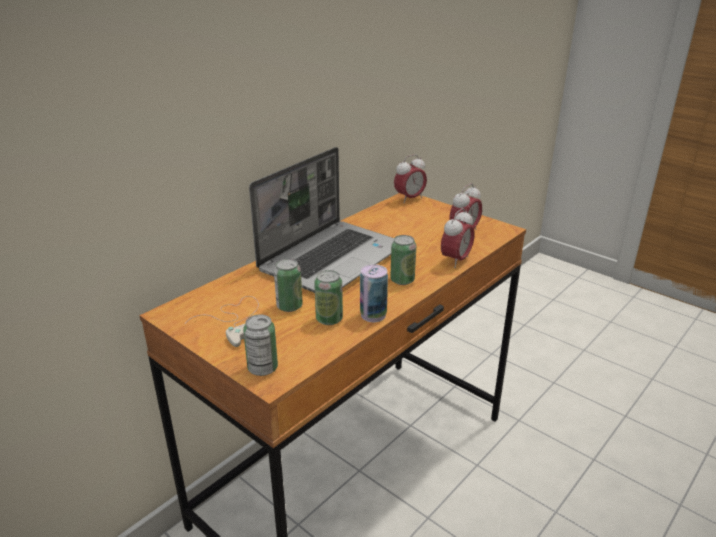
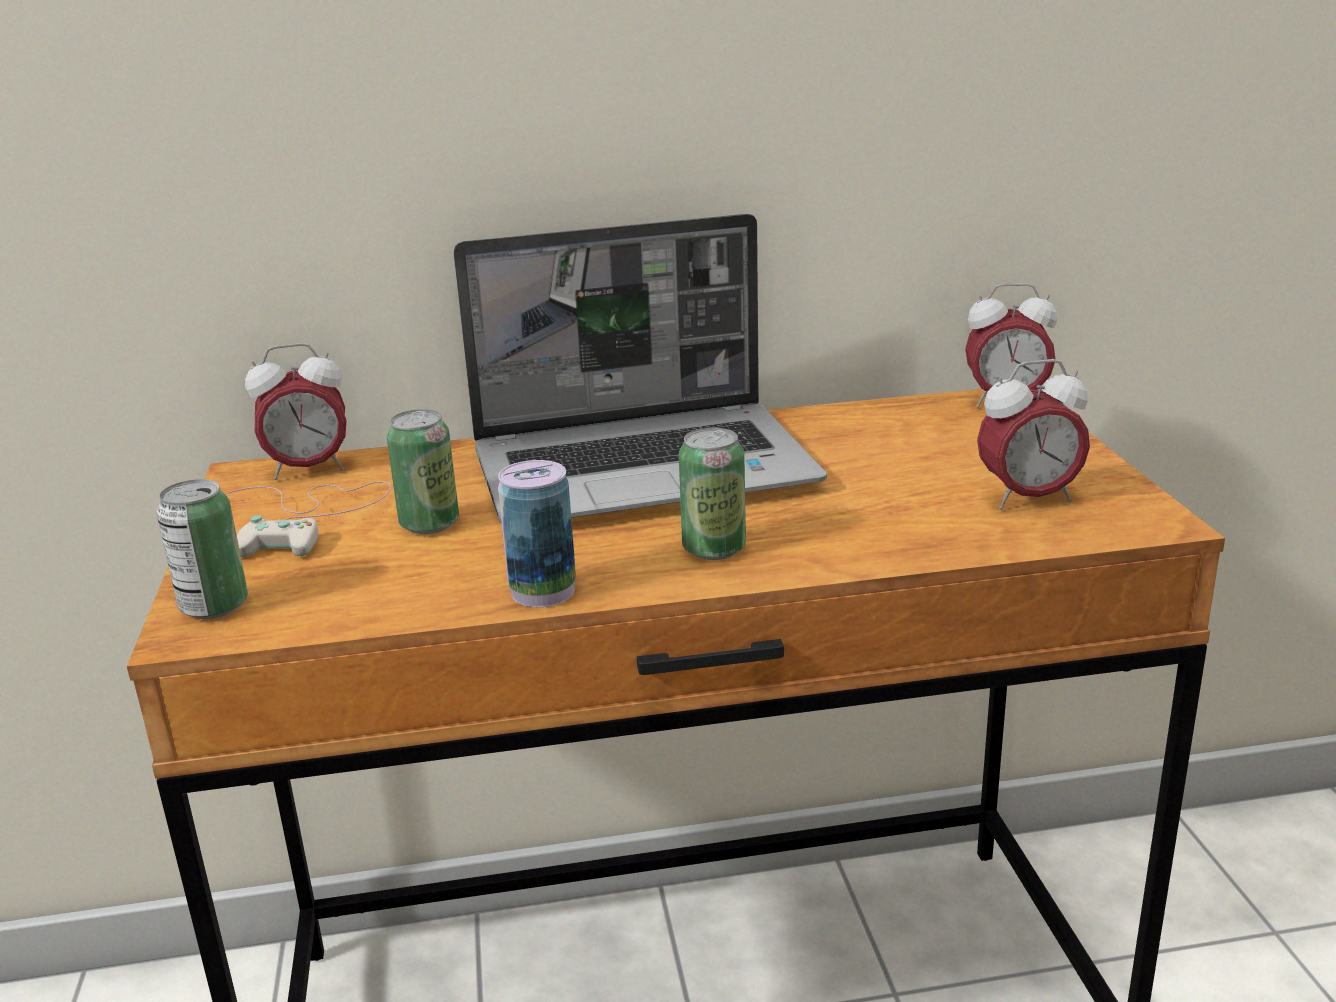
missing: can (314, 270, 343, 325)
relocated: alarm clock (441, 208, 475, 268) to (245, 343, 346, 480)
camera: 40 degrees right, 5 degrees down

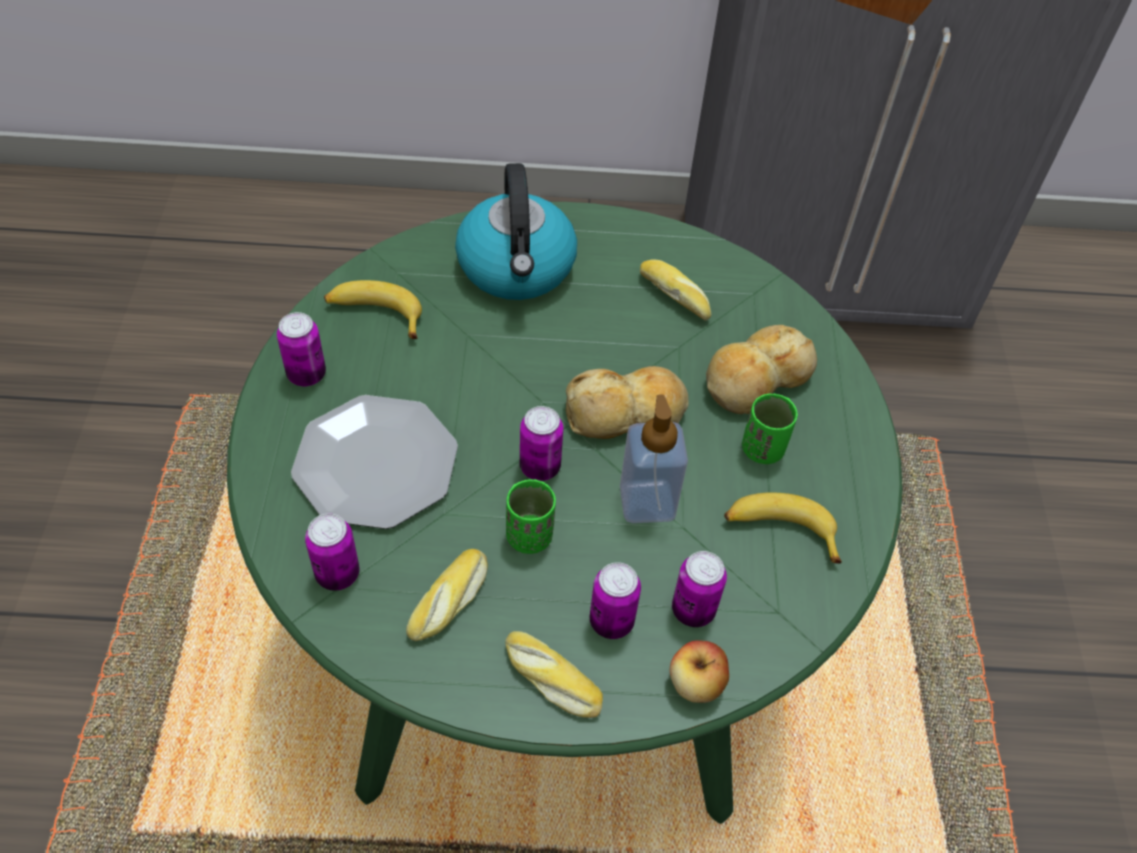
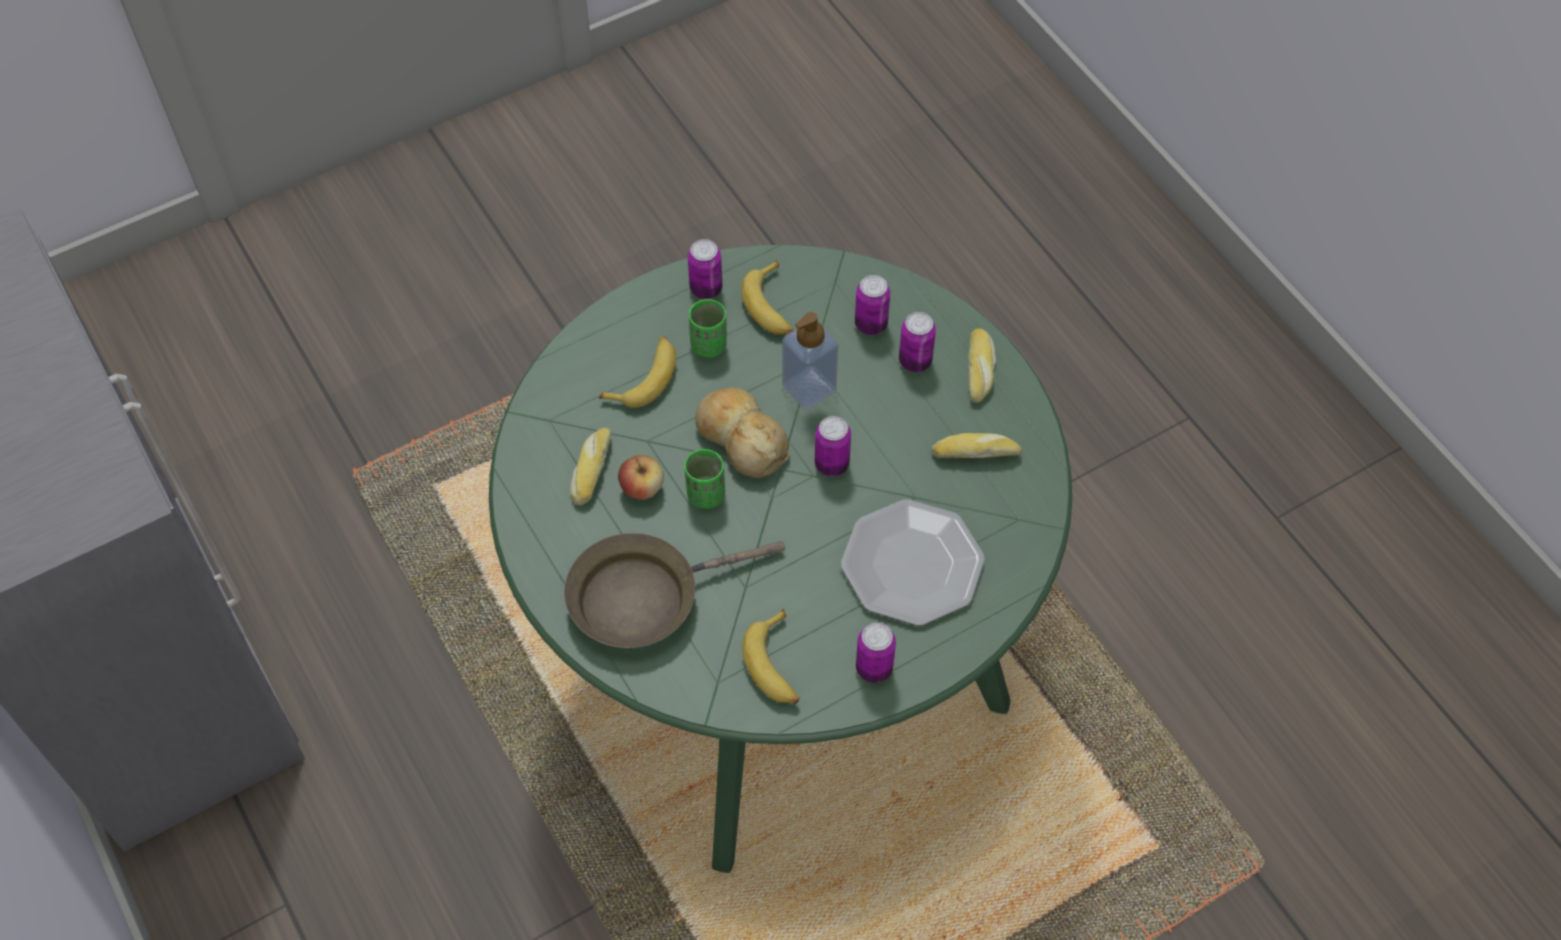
relocated: can (305, 513, 360, 591) to (688, 239, 722, 299); cup in green (506, 479, 556, 554) to (684, 449, 725, 509); apple (670, 640, 729, 703) to (618, 455, 664, 500)
exchanged: kettle (455, 163, 577, 300) to frying pan in brown (564, 533, 785, 648); bread (706, 325, 817, 414) to banana (599, 337, 676, 408)
camera: 120 degrees left, 5 degrees up

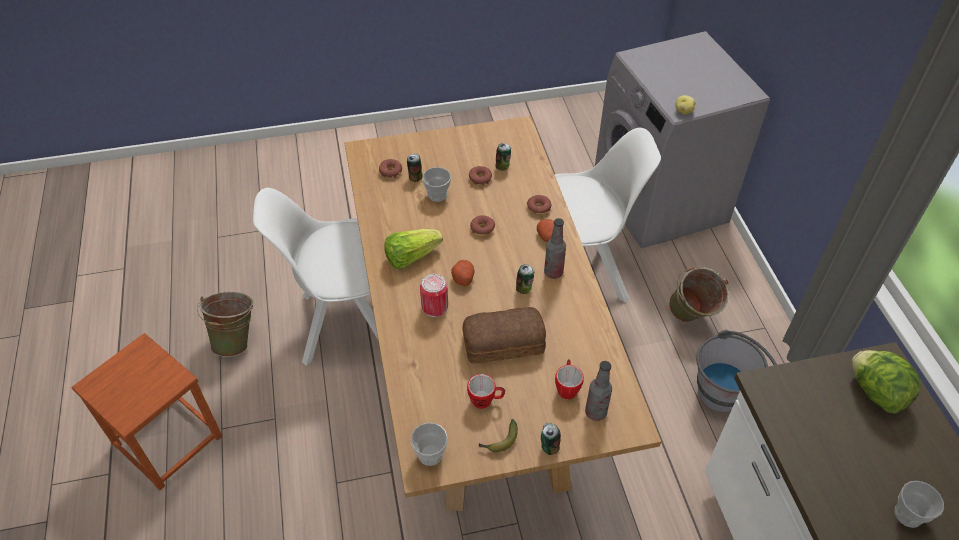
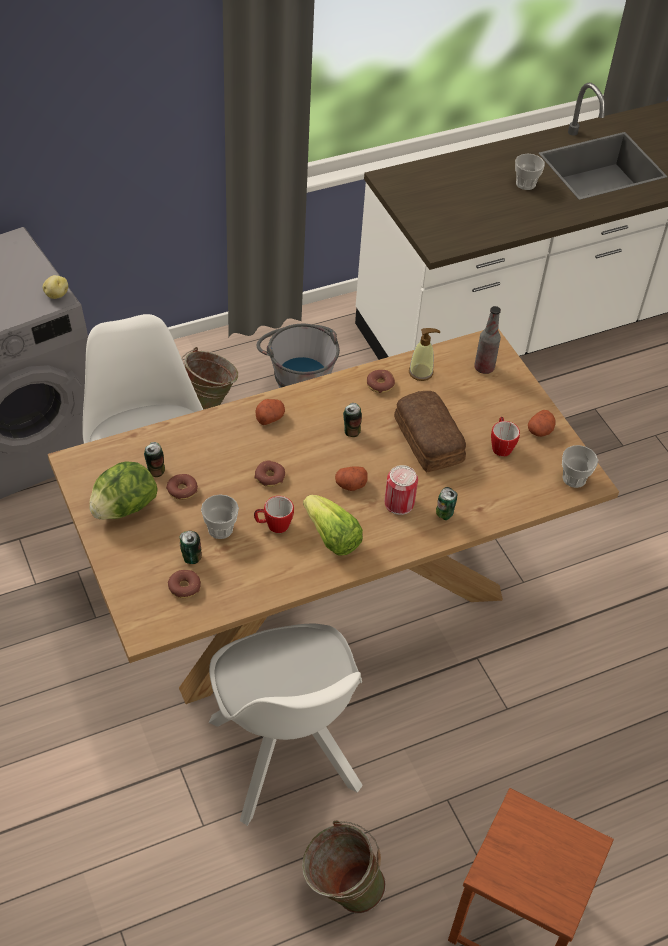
missing: bottle (544, 218, 566, 279)
appeared: soap dispenser (409, 328, 440, 381)
relocated: donut (527, 195, 552, 215) to (367, 370, 395, 393); can (541, 423, 561, 455) to (436, 487, 458, 520); mug (555, 360, 584, 399) to (254, 496, 294, 533); lettuce (852, 350, 921, 413) to (89, 461, 158, 520)
exchanged: banana (479, 419, 518, 452) to potato (528, 410, 555, 437)
camera: 105 degrees left, 0 degrees up

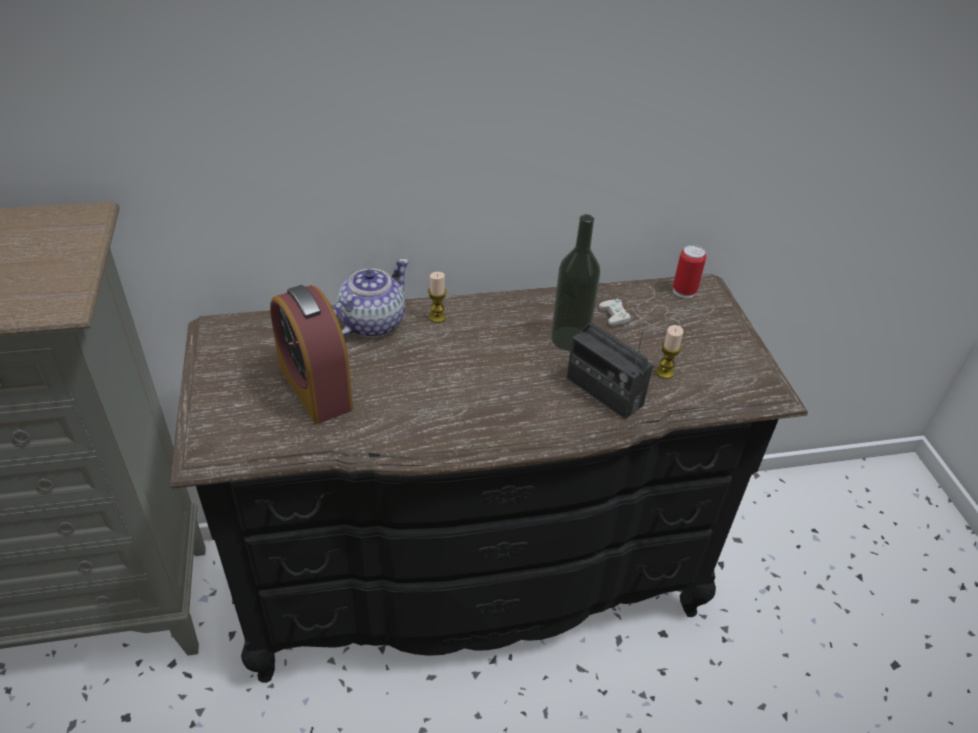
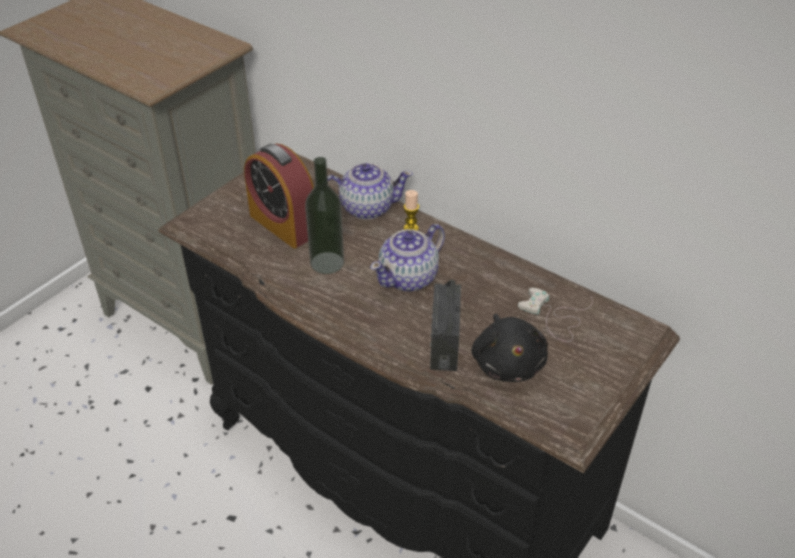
missing: can (673, 245, 706, 298)
appeared: teapot (370, 224, 445, 292)
relocated: bottle (551, 214, 600, 351) to (305, 157, 344, 274)
exchanged: candle (656, 325, 684, 379) to plush toy in black (472, 314, 548, 382)
spun: alarm clock (270, 285, 353, 424) = (244, 144, 314, 248) 60 degrees counterclockwise
camera: 50 degrees right, 0 degrees up

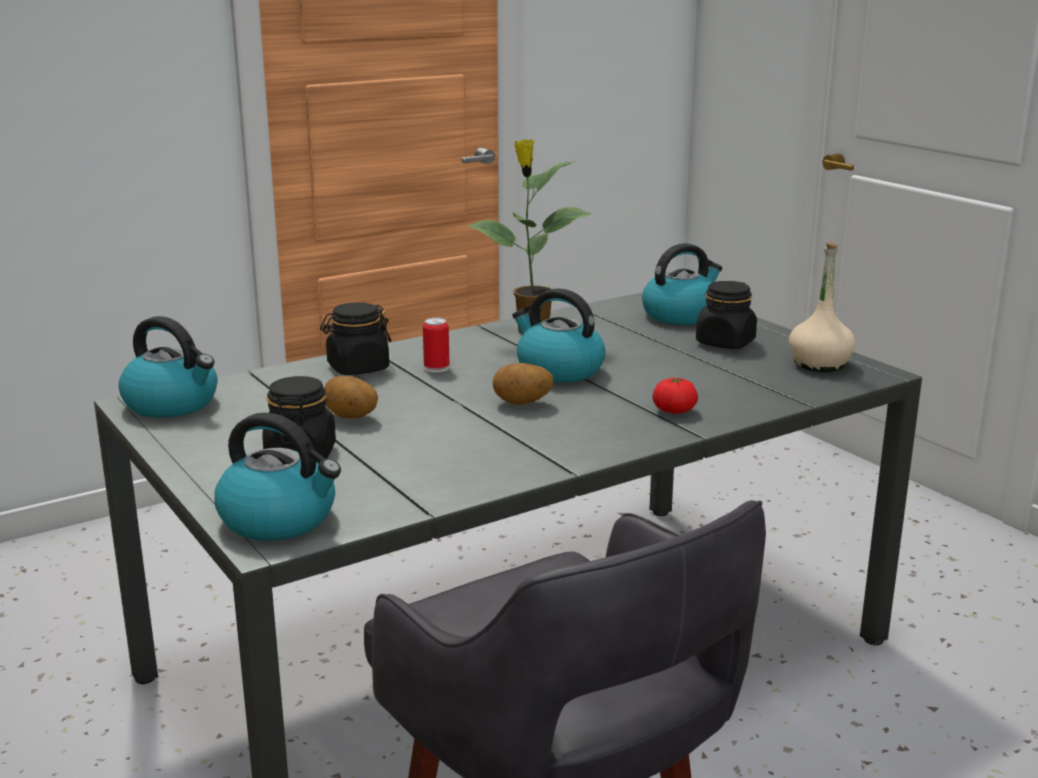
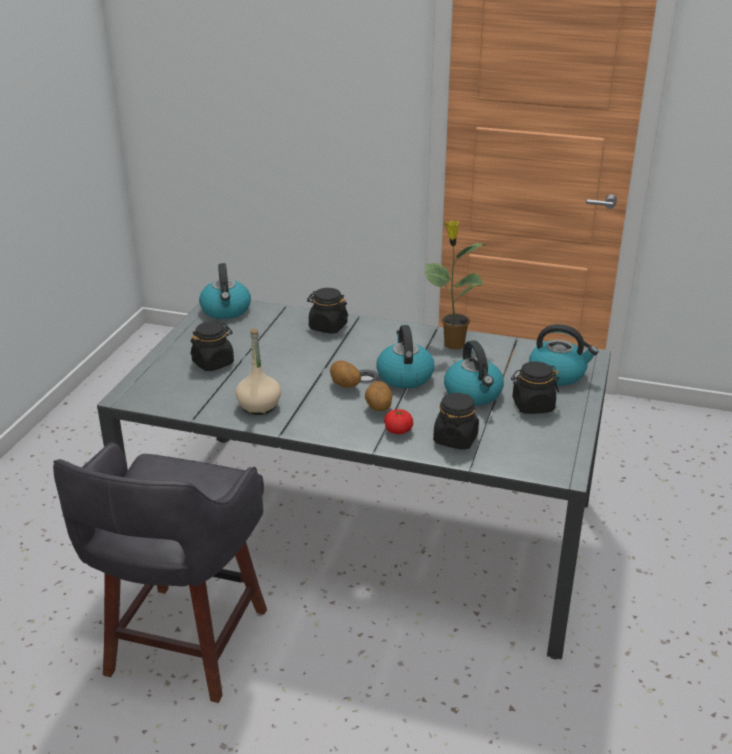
missing: can (423, 317, 449, 373)
appeared: jar in black (433, 393, 479, 450)
relocated: kettle (214, 413, 341, 541) to (444, 340, 504, 406); potato (324, 376, 378, 418) to (365, 381, 392, 411); bottle in beige (789, 242, 856, 372) to (235, 328, 281, 415)
camera: 50 degrees right, 10 degrees up

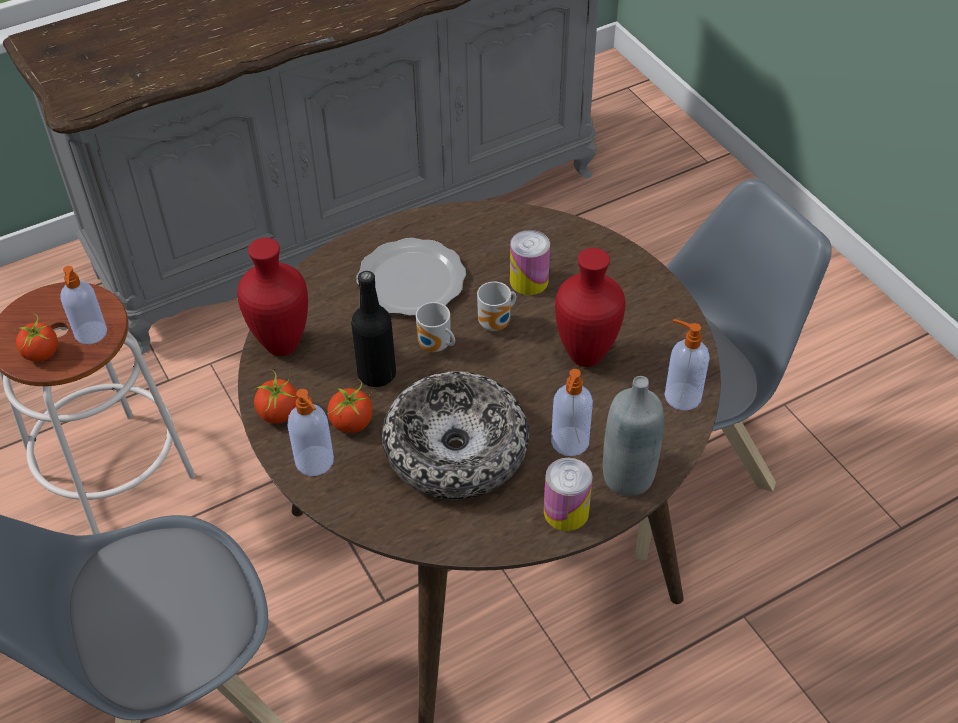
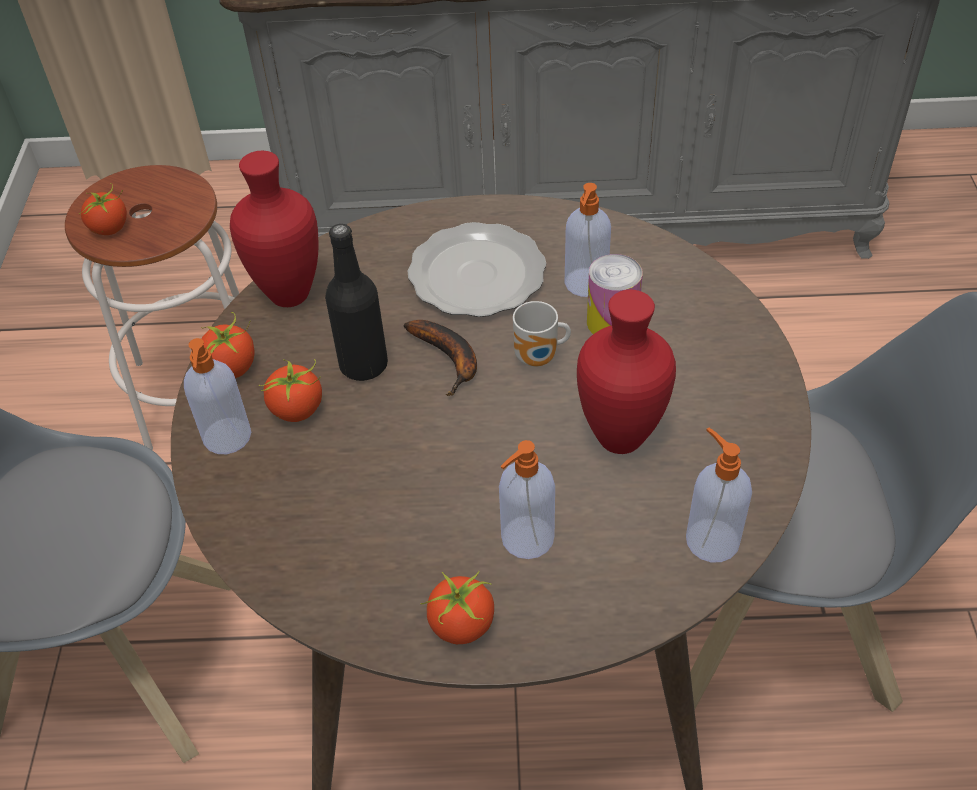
missing: bowl (382, 371, 529, 500); bottle in grey (603, 376, 664, 496)
relocated: soap dispenser (60, 266, 107, 344) to (565, 183, 611, 297)
exchanged: mug (416, 302, 455, 352) to banana (403, 320, 477, 396); can (544, 458, 593, 531) to tomato (420, 571, 494, 644)
camera: 30 degrees right, 0 degrees up

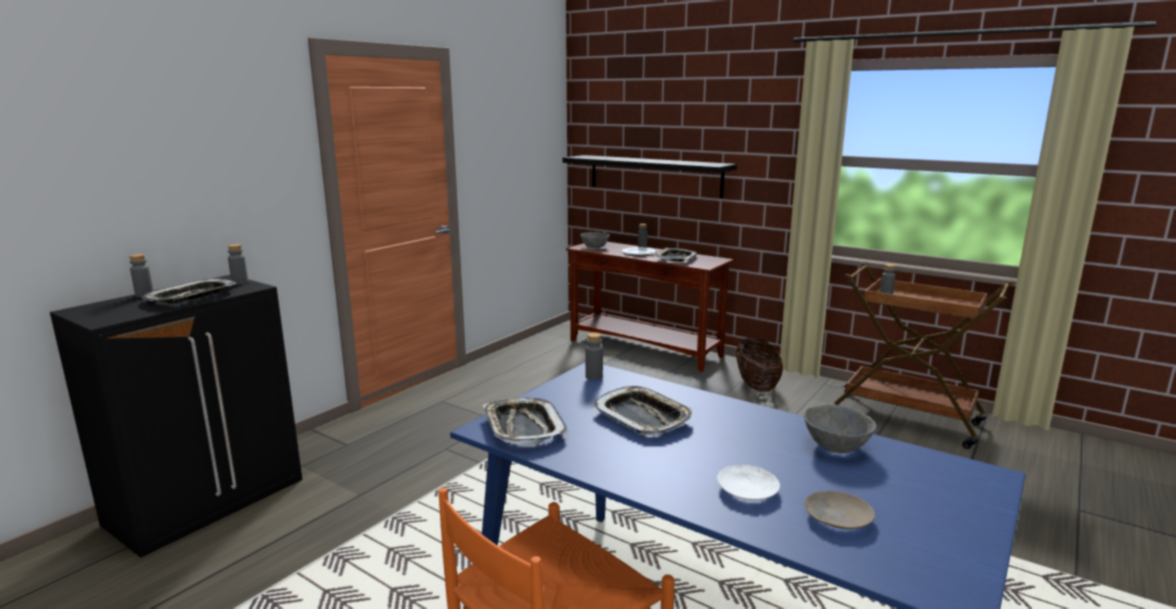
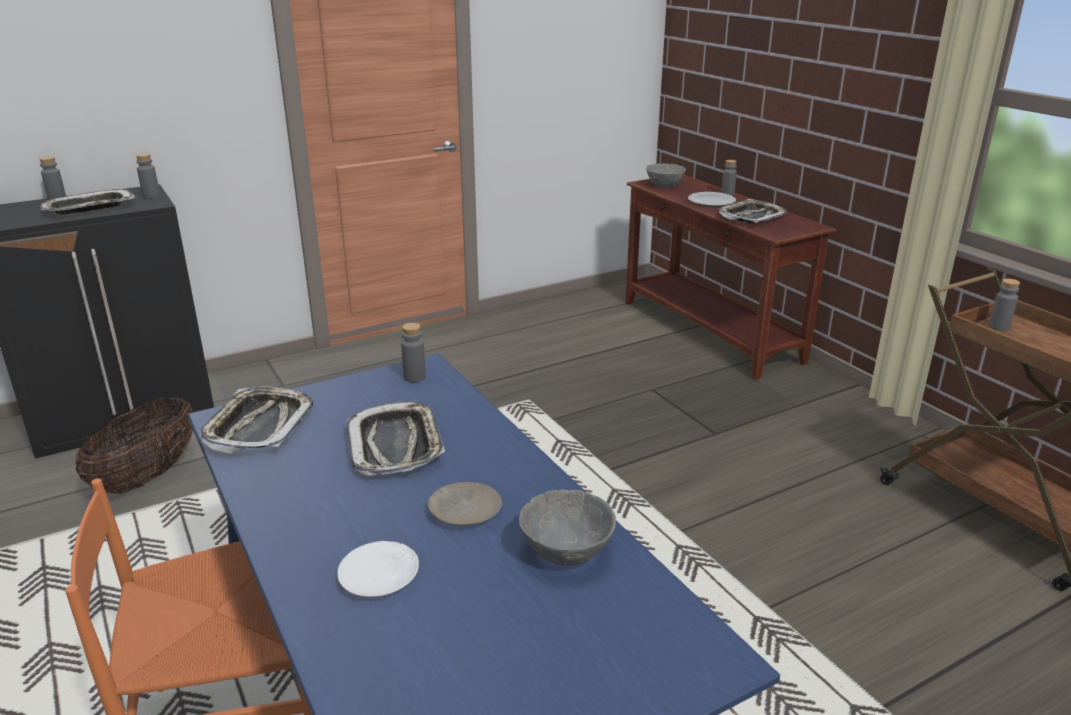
missing: shelf in black (563, 155, 737, 198)
relocated: basket (736, 338, 783, 392) to (75, 397, 193, 494); plate in beige (804, 491, 875, 529) to (428, 482, 502, 526)
camera: 25 degrees right, 10 degrees up

